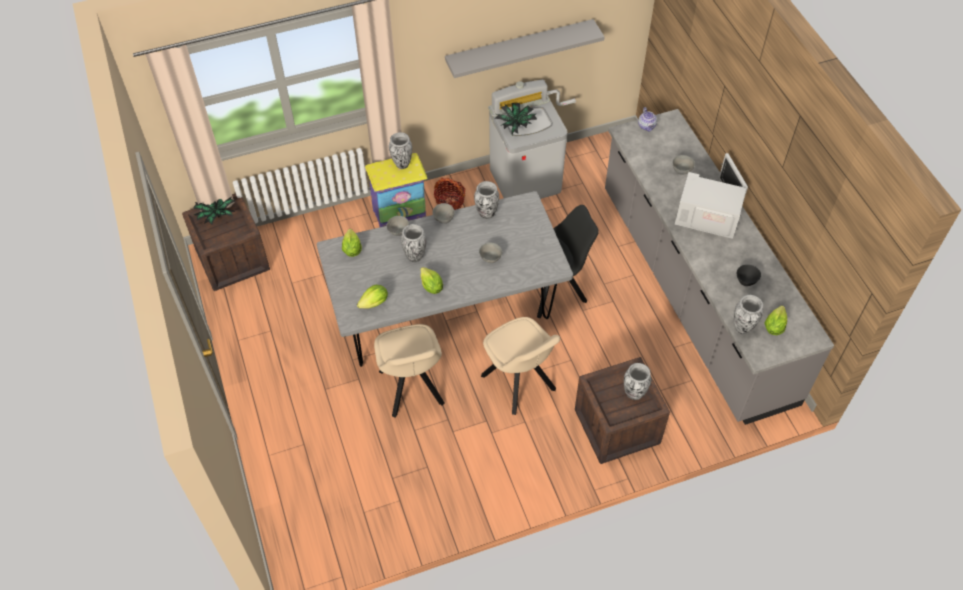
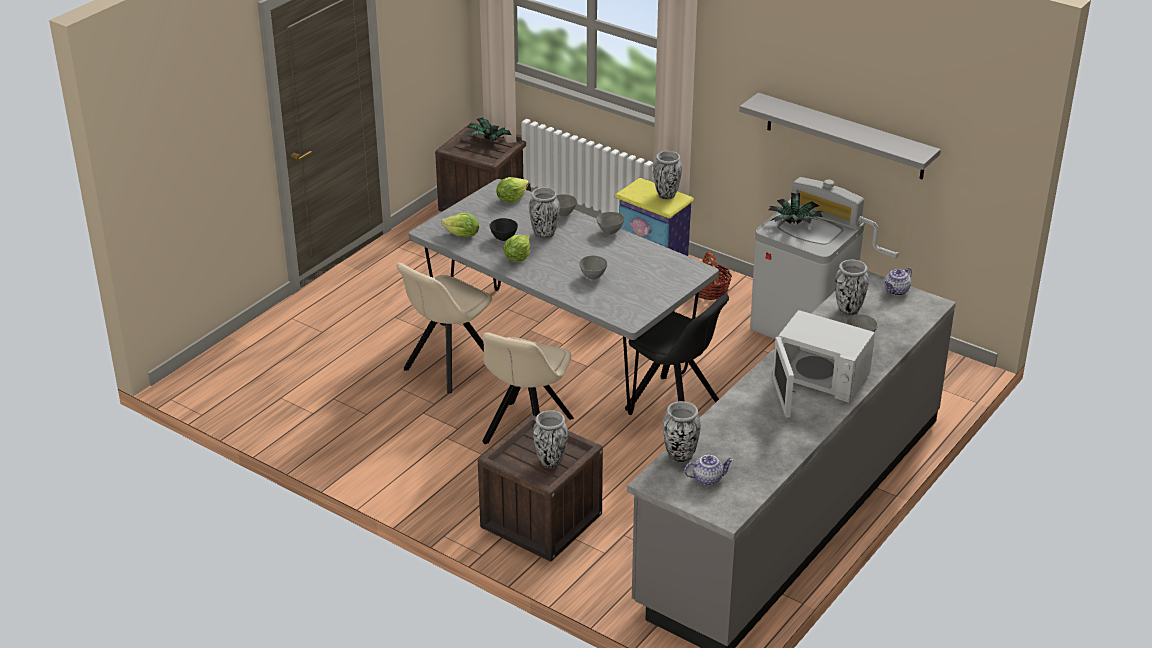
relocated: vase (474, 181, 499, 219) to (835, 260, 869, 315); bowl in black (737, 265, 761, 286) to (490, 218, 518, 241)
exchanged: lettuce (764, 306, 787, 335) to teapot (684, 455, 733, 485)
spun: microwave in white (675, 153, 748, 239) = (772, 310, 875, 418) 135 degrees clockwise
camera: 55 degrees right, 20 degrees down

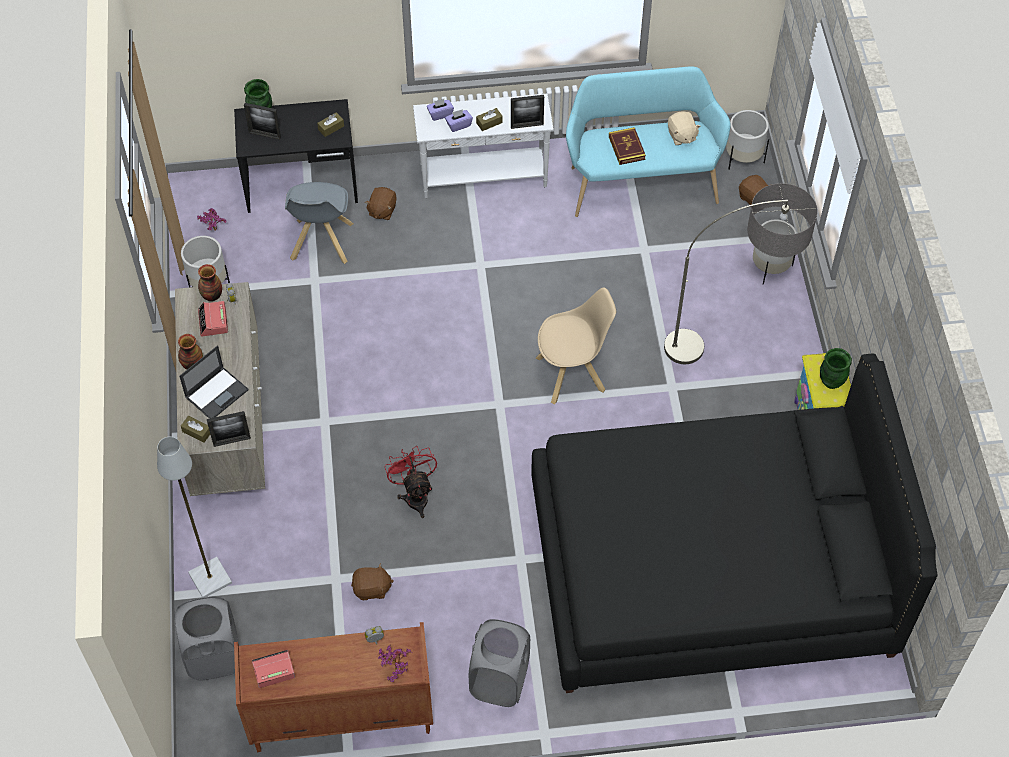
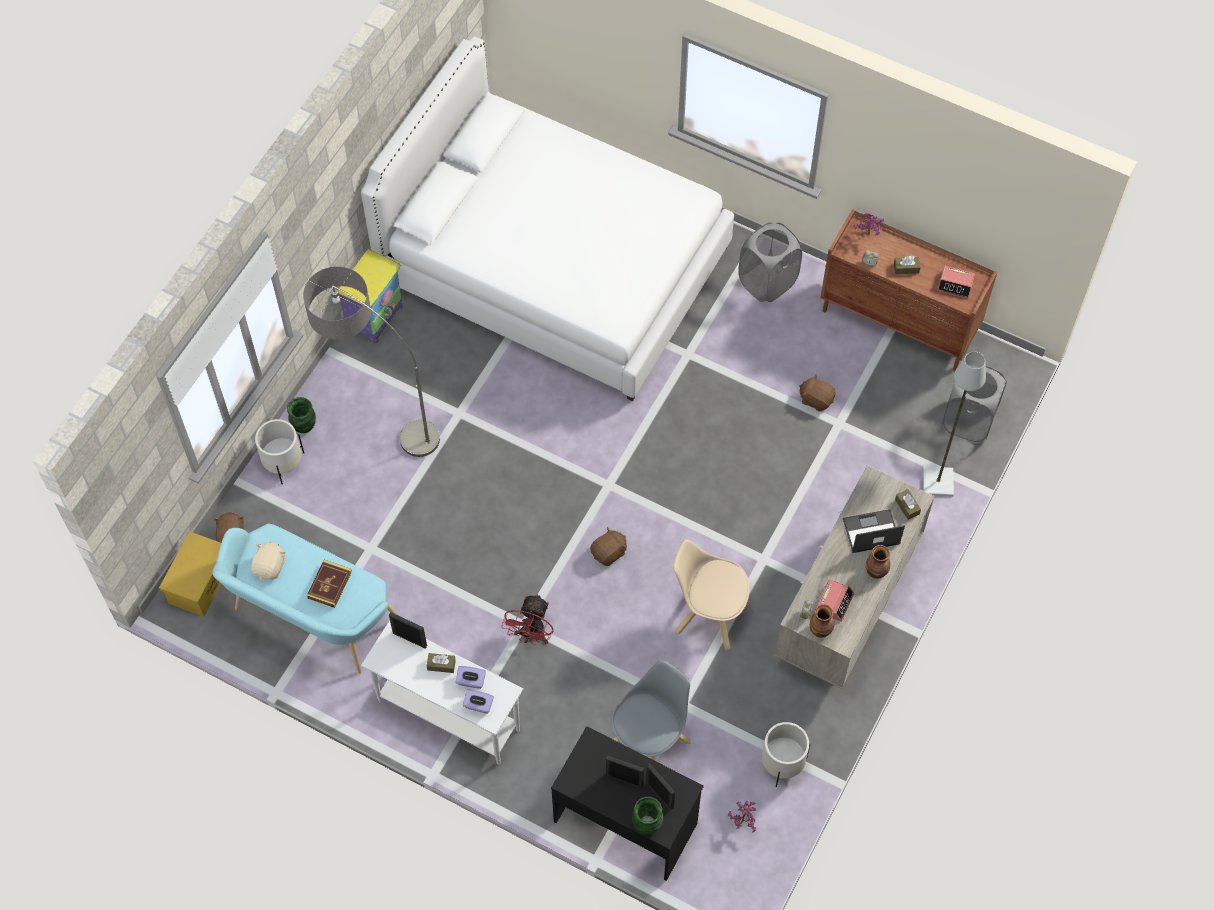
relocated: picture frame (207, 411, 251, 447) to (606, 755, 644, 788); tissue box in brown (317, 112, 344, 137) to (894, 256, 921, 274); plush toy in brown (365, 187, 397, 220) to (590, 527, 627, 566); fan in red (384, 445, 437, 518) to (501, 594, 554, 645); chair in beige (536, 287, 616, 404) to (673, 539, 749, 651); vase in green (820, 348, 852, 389) to (287, 397, 316, 433)
exchanged: planter in white (726, 110, 769, 170) to storage box in yellow (159, 531, 221, 617)
colour: bed in black (531, 354, 938, 693) to bed in white (361, 36, 734, 401)
camera: 145 degrees left, 5 degrees up

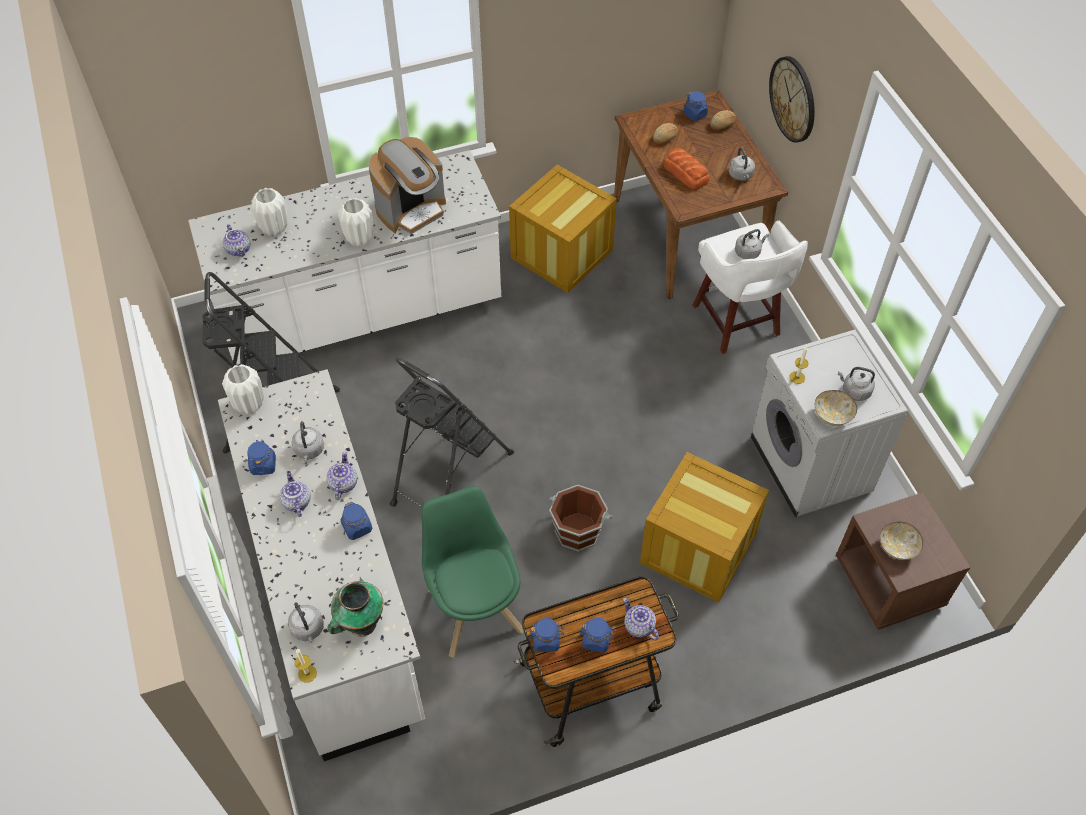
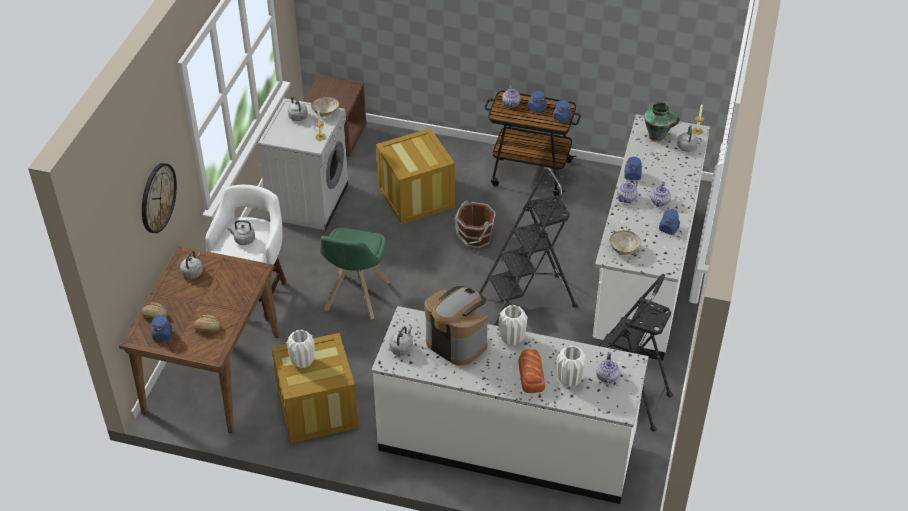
relocated: vase in white (222, 364, 264, 414) to (287, 330, 315, 368); kettle in grey (292, 421, 324, 460) to (389, 326, 413, 356); chair in green (421, 486, 524, 658) to (320, 228, 390, 320); bread (663, 148, 709, 190) to (518, 349, 545, 393); bowl (880, 522, 923, 560) to (609, 231, 641, 255)
spun: coffee machine (368, 137, 446, 234) = (425, 286, 488, 366) 45 degrees clockwise
camera: 145 degrees left, 10 degrees down

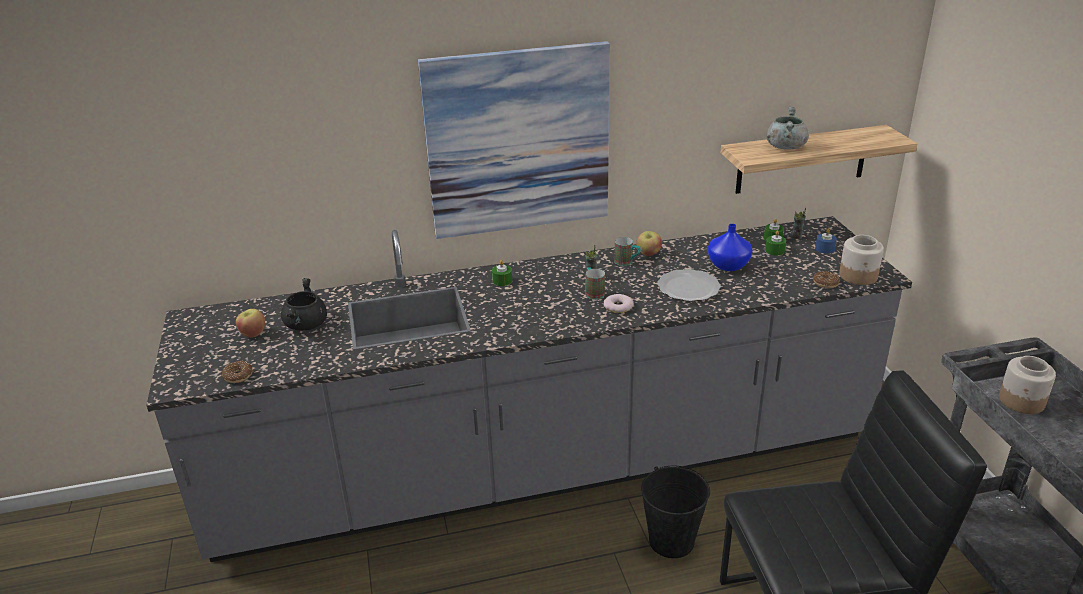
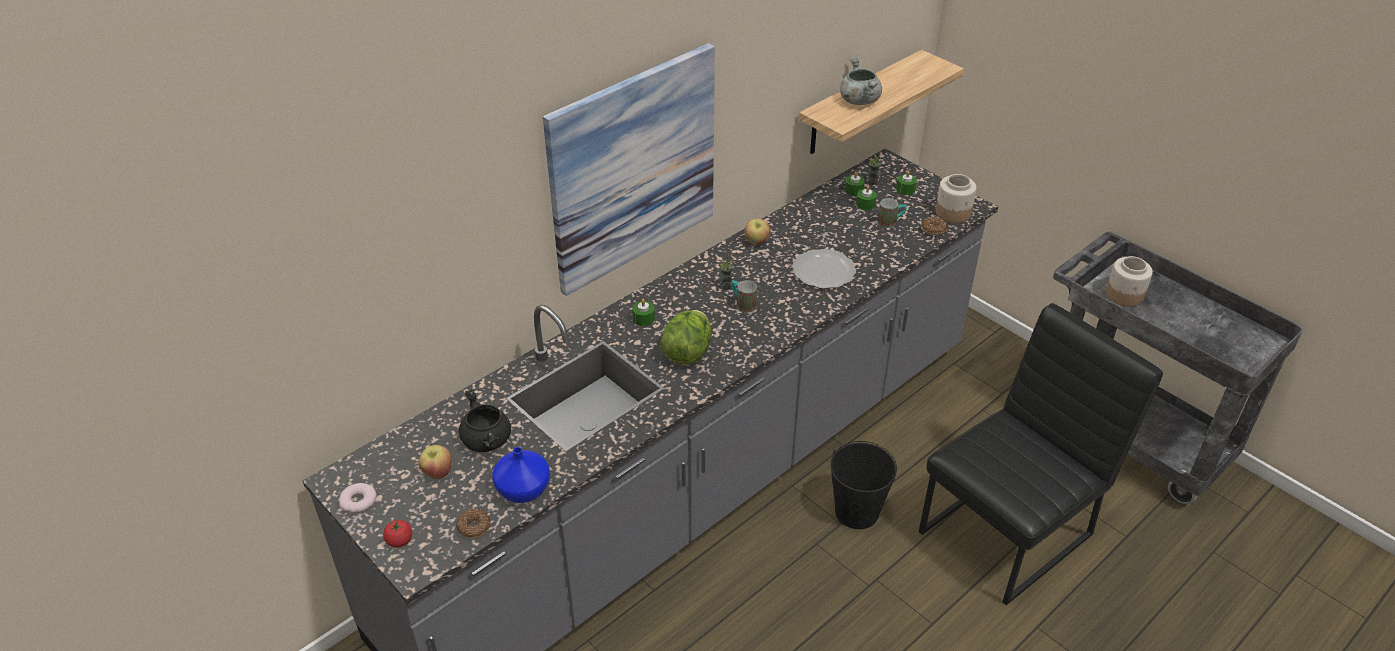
appeared: tomato (383, 519, 412, 548); lettuce (660, 310, 712, 365)
relocated: donut (603, 294, 634, 313) to (338, 483, 377, 513); mug (615, 237, 640, 266) to (877, 198, 907, 228); vase in blue (708, 224, 753, 271) to (492, 447, 550, 503)
colour: candle in blue (815, 228, 837, 254) to candle in green (896, 171, 917, 195)
camera: 30 degrees left, 10 degrees up

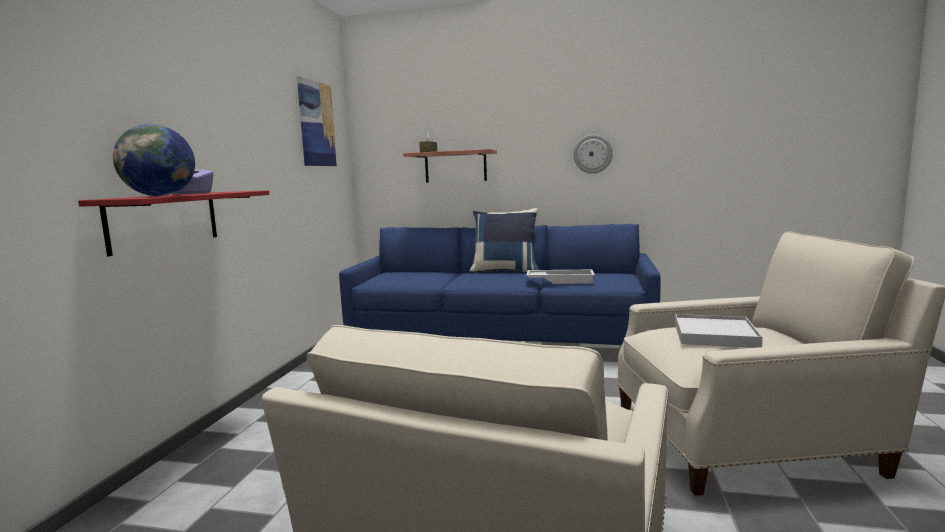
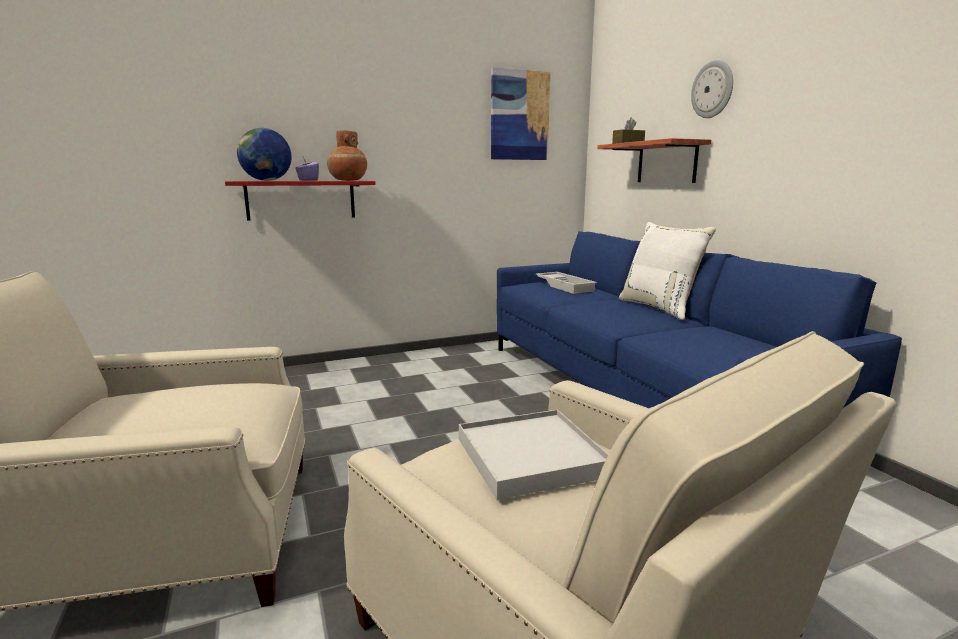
appeared: vase in brown (327, 130, 367, 181)
relocated: tray in white (527, 270, 595, 284) to (536, 272, 597, 294); wall clock (573, 134, 613, 174) to (691, 60, 733, 118)
colour: pillow in blue (470, 208, 539, 273) to pillow in white (619, 222, 716, 320)
camera: 55 degrees right, 5 degrees up

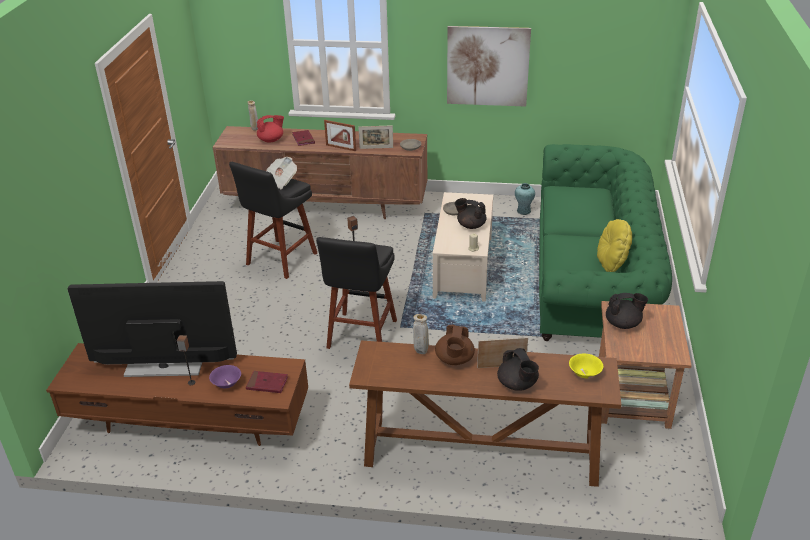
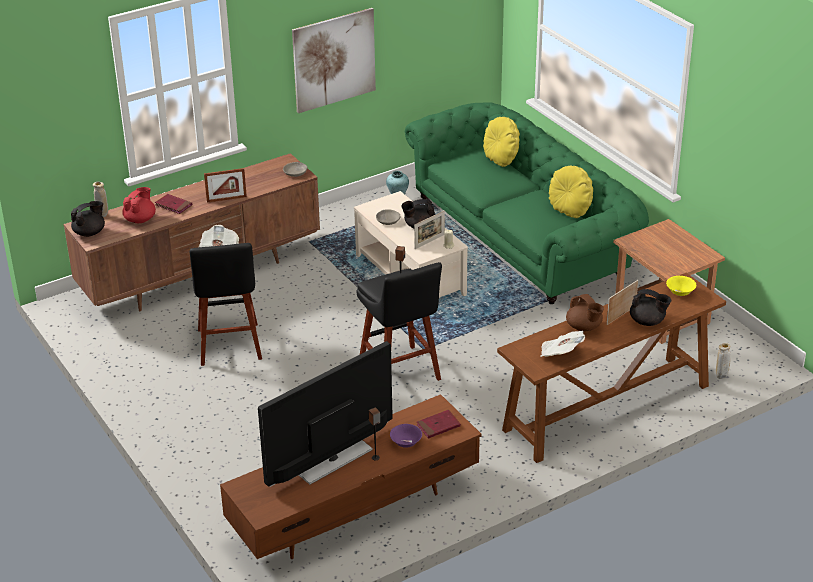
appeared: pillow in yellow (483, 117, 520, 167); newspaper (540, 331, 585, 357)
relocated: picture frame (358, 125, 393, 149) to (414, 210, 445, 249); vase in beige (413, 314, 429, 354) to (716, 343, 731, 379); teapot in black (606, 293, 648, 329) to (71, 201, 105, 237)
camera: 40 degrees left, 0 degrees up

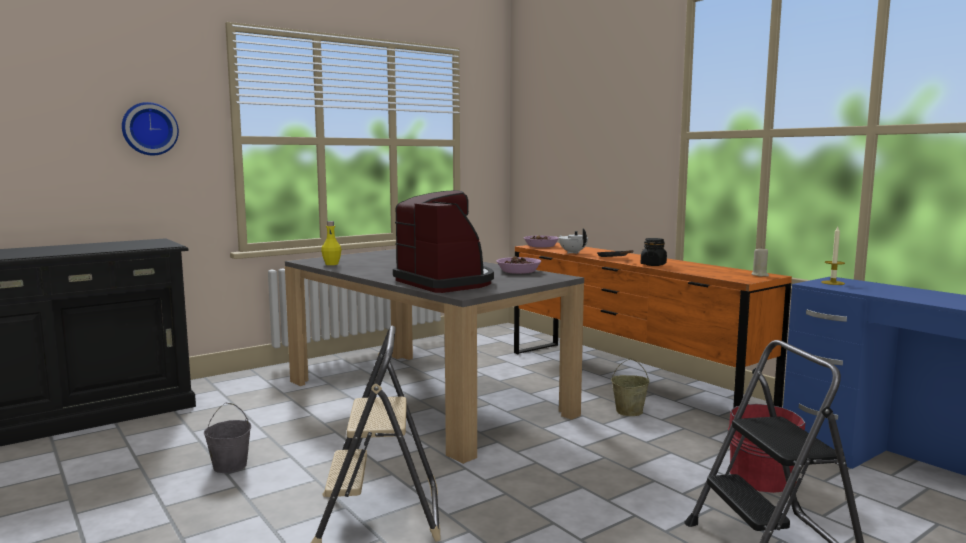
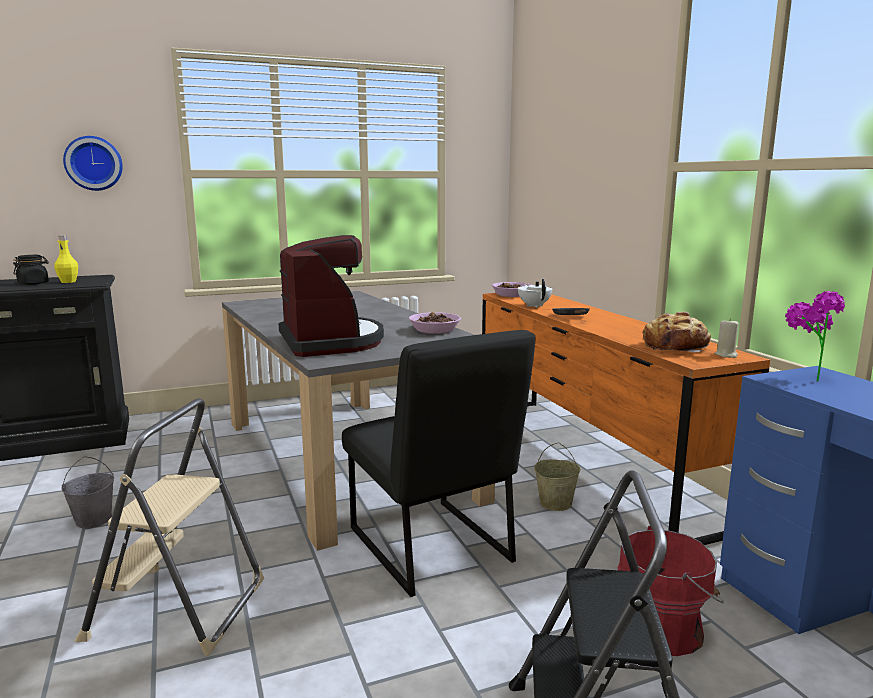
appeared: chair in black (342, 330, 535, 597); bread (642, 312, 711, 352)
relocated: bottle in yellow (321, 221, 341, 265) to (54, 235, 78, 283); jar in black (641, 238, 667, 266) to (13, 255, 49, 285)
exchanged: candle (821, 227, 845, 285) to potted plant (785, 291, 845, 382)
camera: 15 degrees right, 5 degrees up

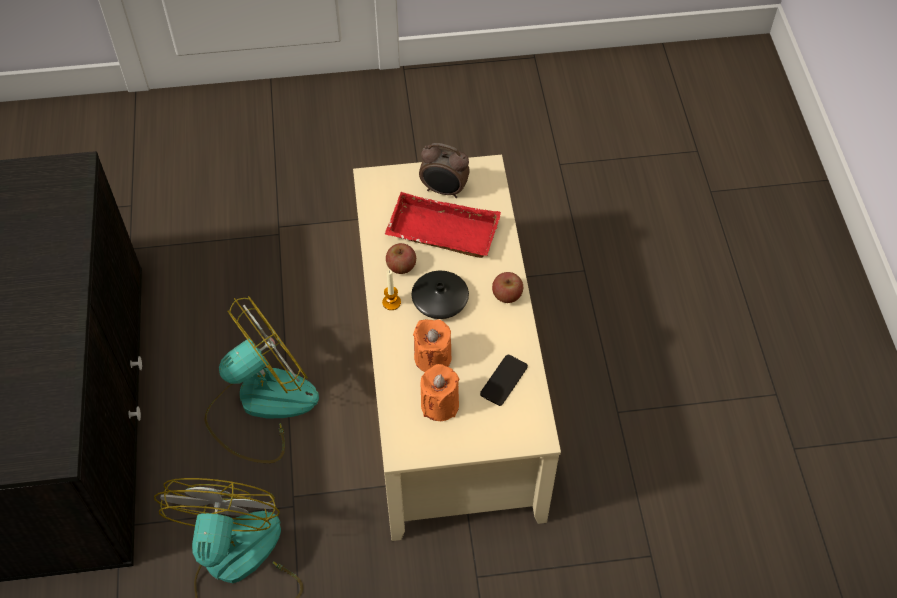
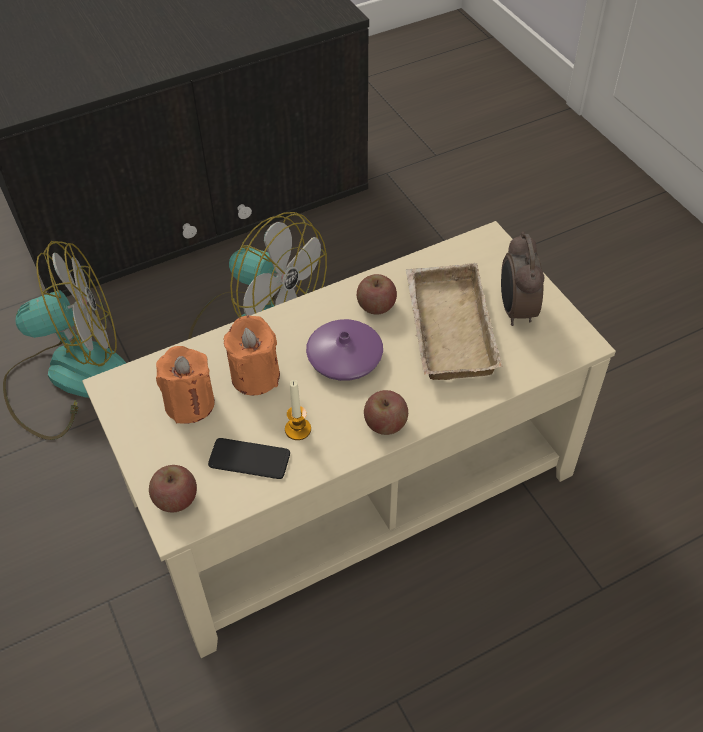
appeared: apple (149, 465, 197, 512)
relocated: candle (382, 270, 401, 310) to (285, 380, 311, 440)
colour: tray in red (385, 192, 501, 258) to tray in beige (405, 263, 503, 380); vase in black (411, 270, 469, 319) to vase in purple (306, 319, 383, 381)
camera: 70 degrees right, 5 degrees down

